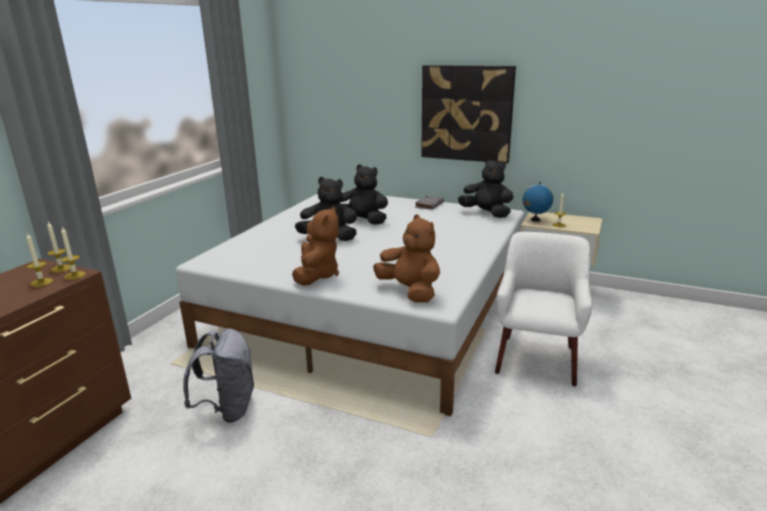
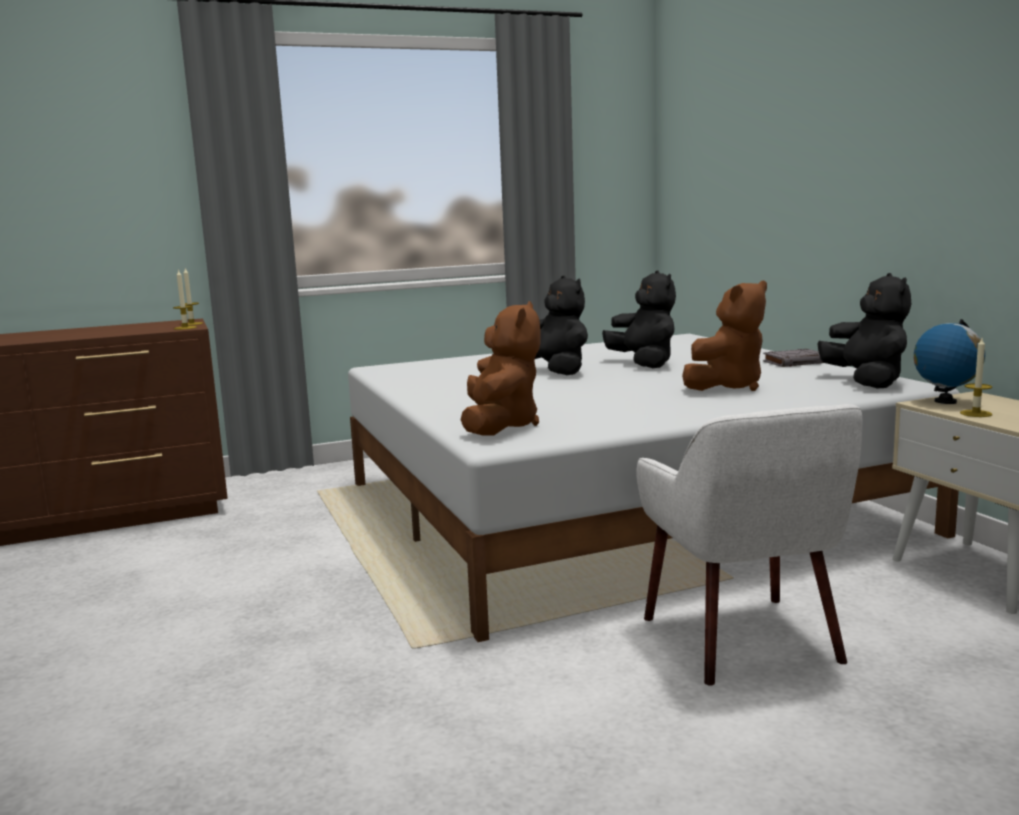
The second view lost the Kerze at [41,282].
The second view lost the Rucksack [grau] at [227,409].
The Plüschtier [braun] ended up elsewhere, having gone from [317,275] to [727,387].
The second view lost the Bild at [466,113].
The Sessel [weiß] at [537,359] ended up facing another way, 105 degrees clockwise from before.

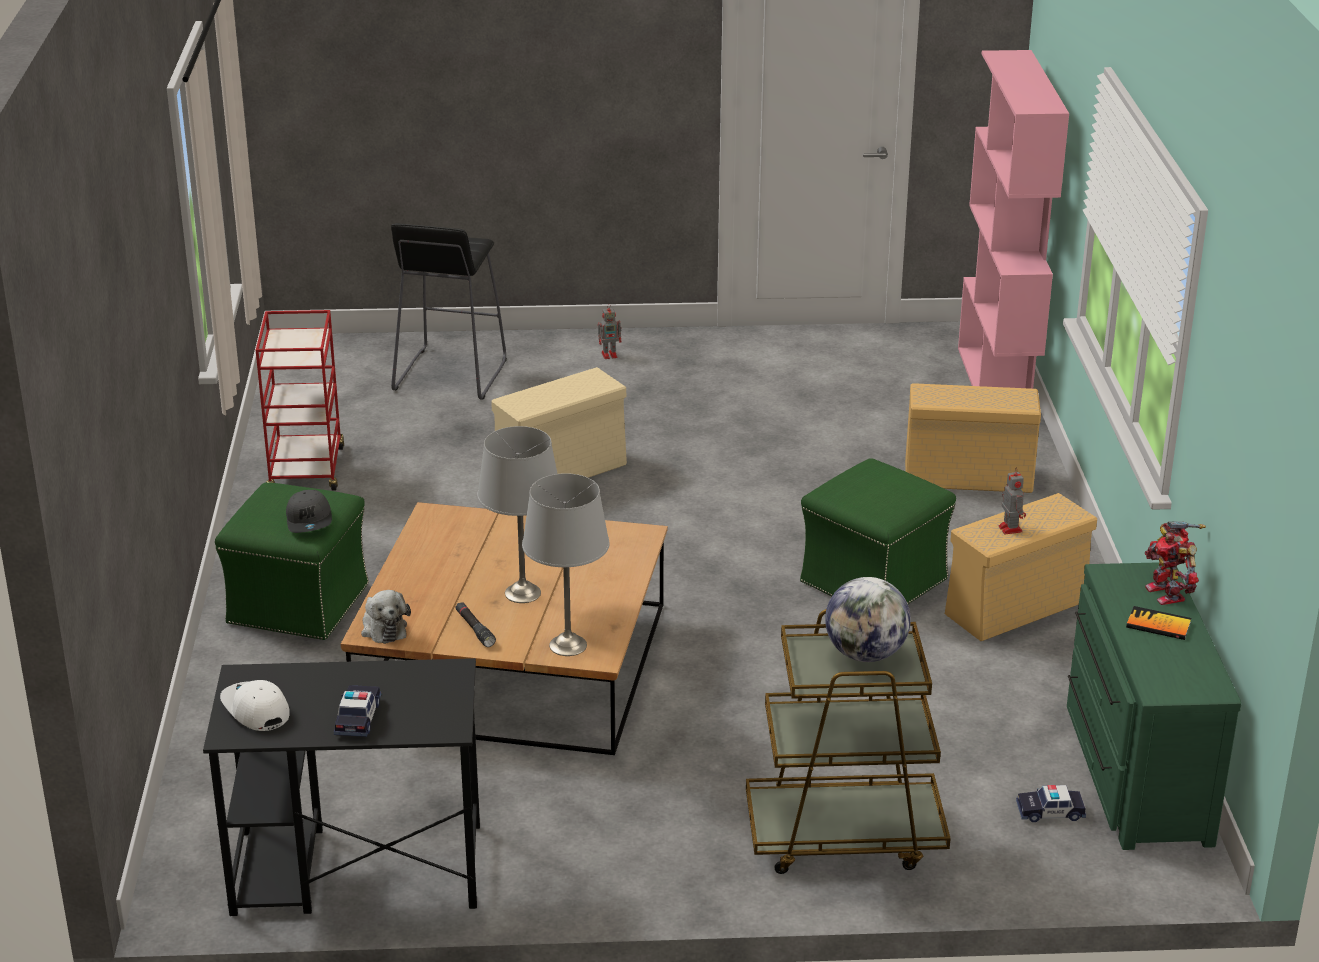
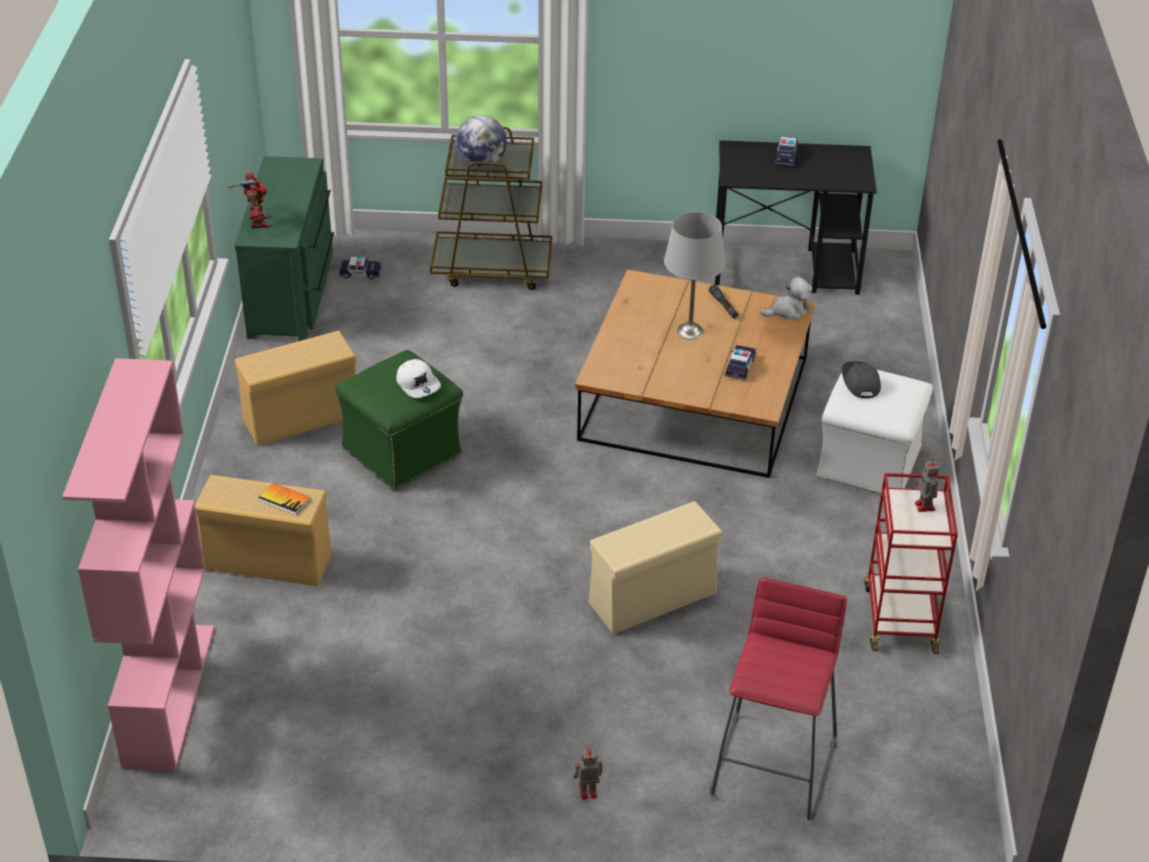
What was the Polsterhocker [grün] at [299,603] turned into the Polsterhocker [weiß] at [868,463].
The Kappe [weiß] ended up elsewhere, having gone from [255,710] to [418,384].
The Plüschtier at [383,628] ended up facing another way, 90 degrees clockwise from before.
What was the Hocker [schwarz] at [449,375] turned into the Hocker [rot] at [774,766].
The second view lost the Tischlampe [grau] at [567,645].
The Spielzeugroboter ended up elsewhere, having gone from [1010,528] to [925,507].
The Buch ended up elsewhere, having gone from [1158,625] to [284,500].
The second view gained the Spielzeugauto at [740,366].

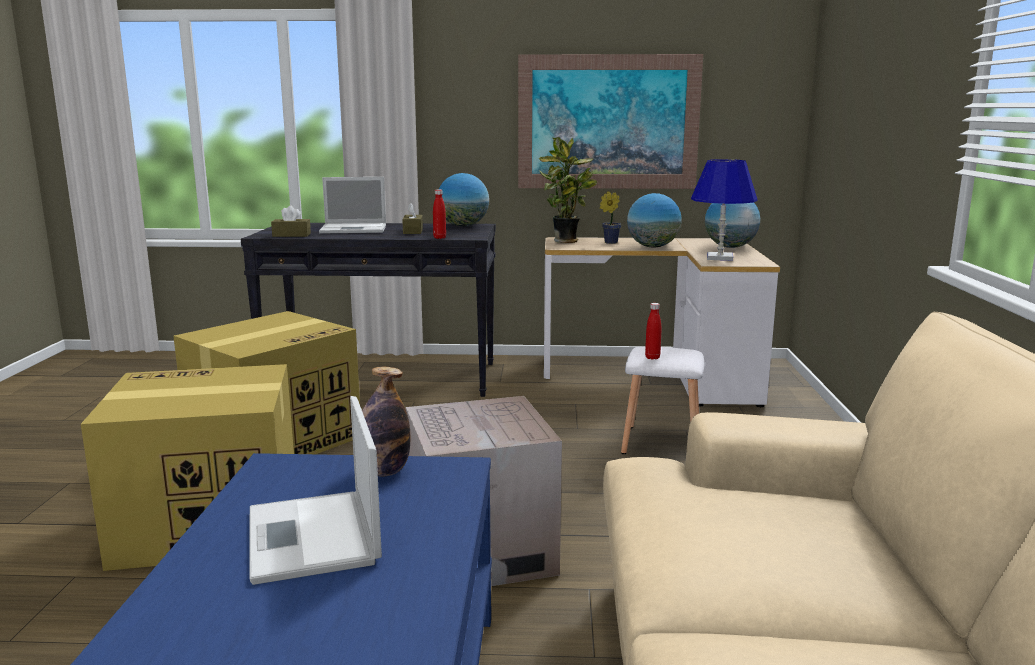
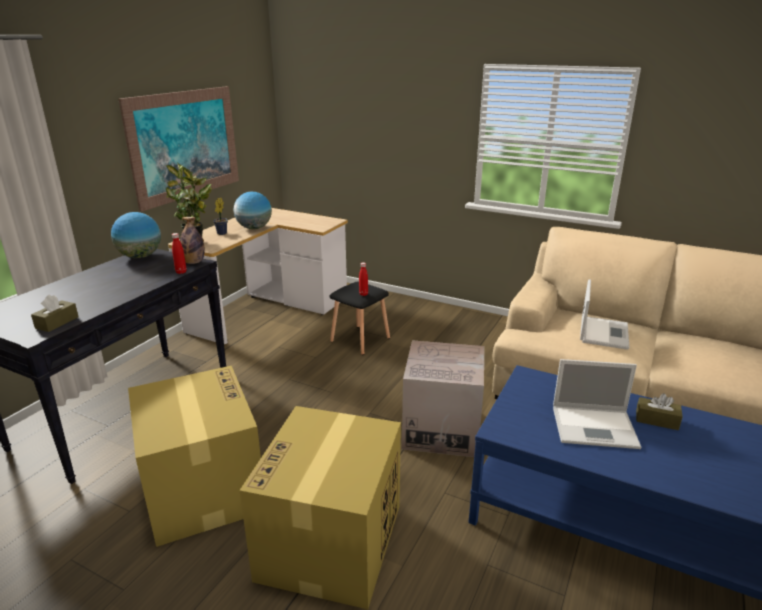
The Laptop ended up elsewhere, having gone from [355,229] to [603,332].
The Flasche ended up elsewhere, having gone from [383,472] to [193,262].
The Taschentuchbox [braun] ended up elsewhere, having gone from [413,231] to [656,420].
What was the Hocker [weiß] at [660,443] turned into the Hocker [schwarz] at [360,340].
The second view lost the Tischlampe [blau] at [719,258].
The second view lost the Globus at [730,247].

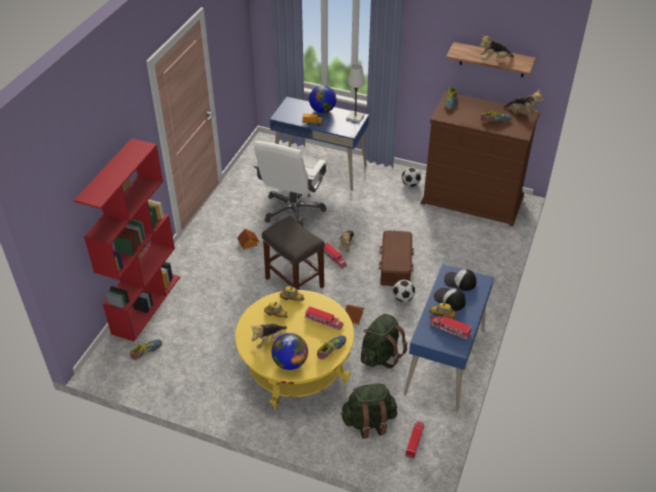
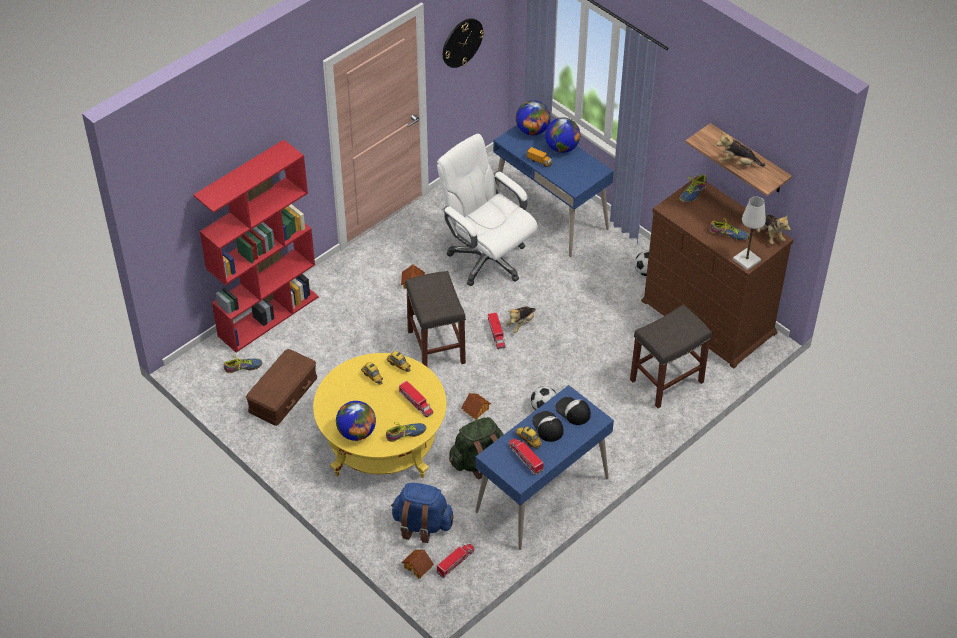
The second view lost the Plüschtier at [268,340].
The Bürostuhl [weiß] at [293,210] ended up facing another way, 90 degrees clockwise from before.
What was the Rucksack [grün] at [368,422] turned into the Rucksack [blau] at [422,525].
The Tischlampe [weiß] ended up elsewhere, having gone from [355,117] to [746,260].
The Aufbewahrungsbox [braun] ended up elsewhere, having gone from [395,264] to [282,393].
The second view gained the Spielzeughaus at [418,567].
The second view gained the Wanduhr at [462,42].
The second view gained the Globus at [532,130].
The second view gained the Hocker [grau] at [666,382].

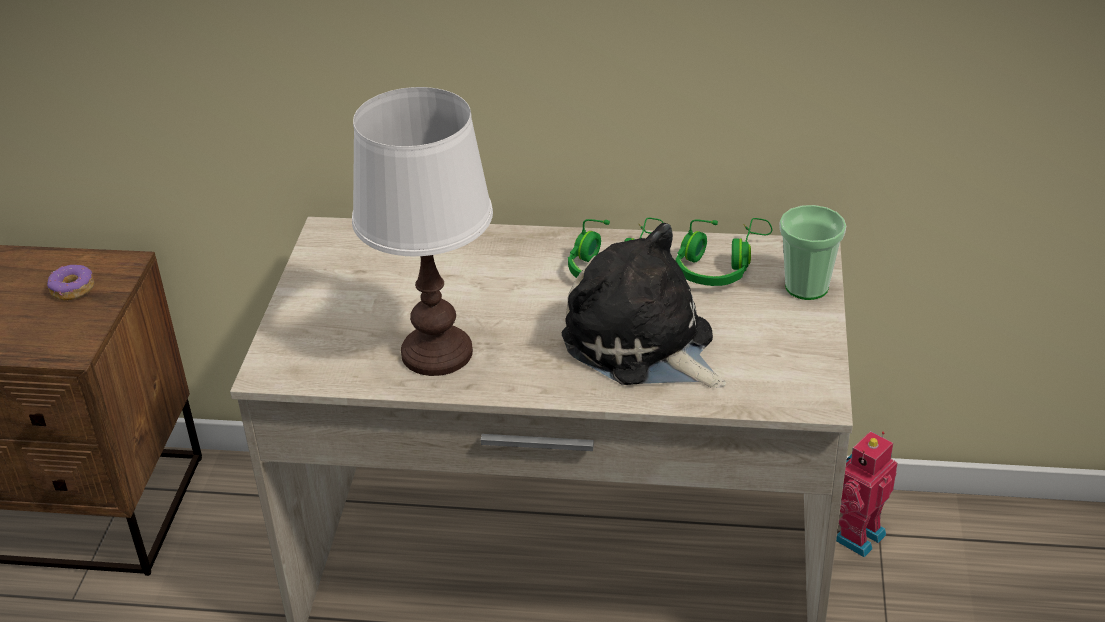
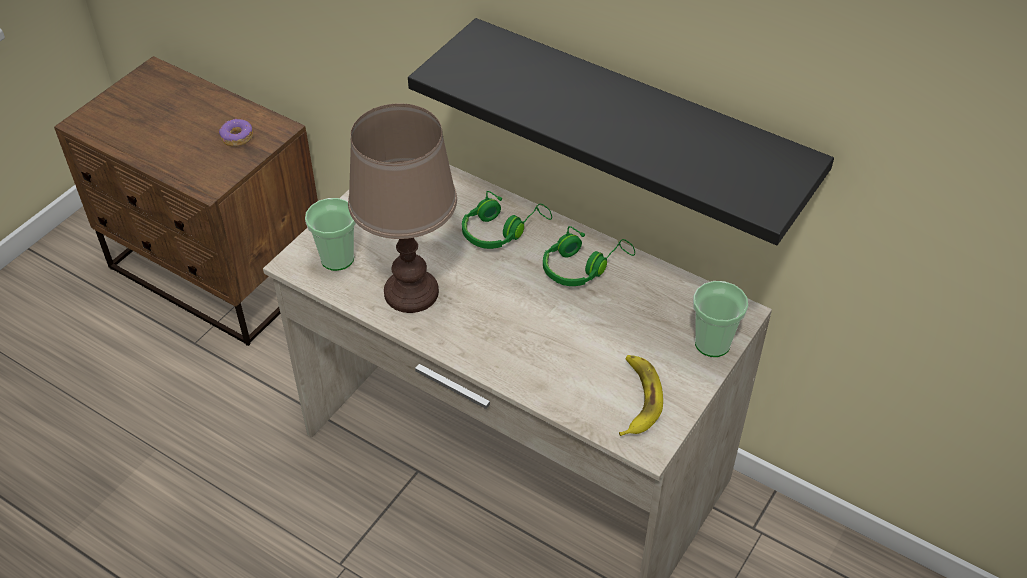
What was the Tischlampe [weiß] at [436,352] turned into the Tischlampe [braun] at [411,292].
The second view lost the Plüschtier at [643,345].
The Kopfhörer [grün] ended up elsewhere, having gone from [720,265] to [502,230].
The second view lost the Spielzeugroboter at [856,535].
The second view gained the Tasse at [337,258].
The second view gained the Wandregal [schwarz] at [639,124].
The second view gained the Banane at [637,398].

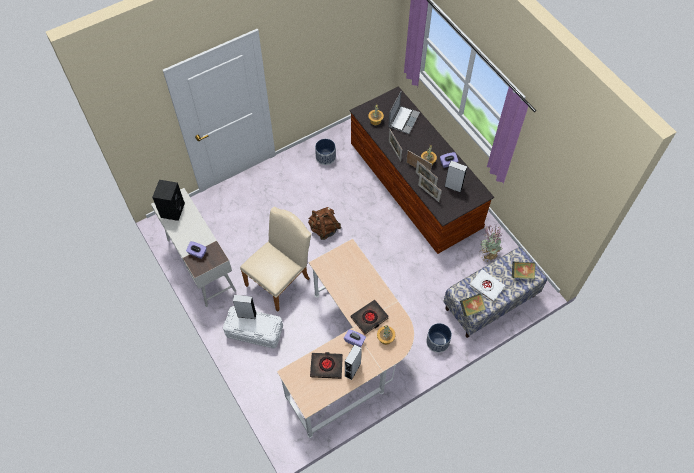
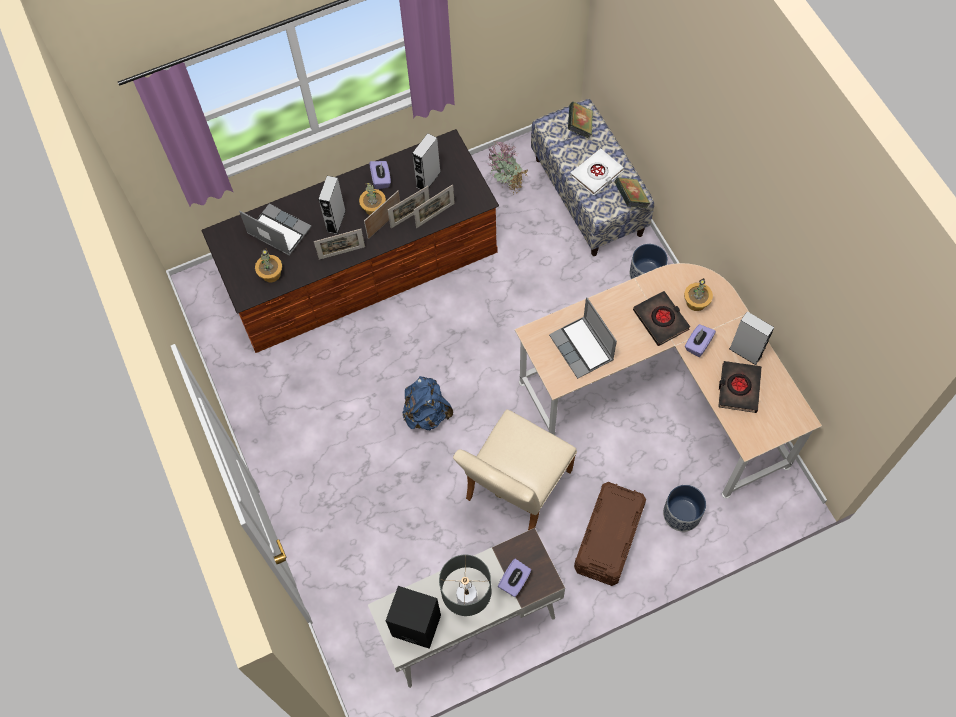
What was the Aufbewahrungsbox [weiß] at [254,331] turned into the Aufbewahrungsbox [braun] at [608,539].
The Lautsprecher [grau] ended up elsewhere, having gone from [246,314] to [336,221].
The Stuhl [beige] at [280,279] ended up facing another way, 105 degrees counterclockwise from before.
What was the Rucksack [braun] at [324,229] turned into the Rucksack [blau] at [427,413].
The Pflanzkübel ended up elsewhere, having gone from [325,157] to [681,513].
The second view gained the Tischlampe [grau] at [467,603].
The second view gained the Laptop at [582,348].

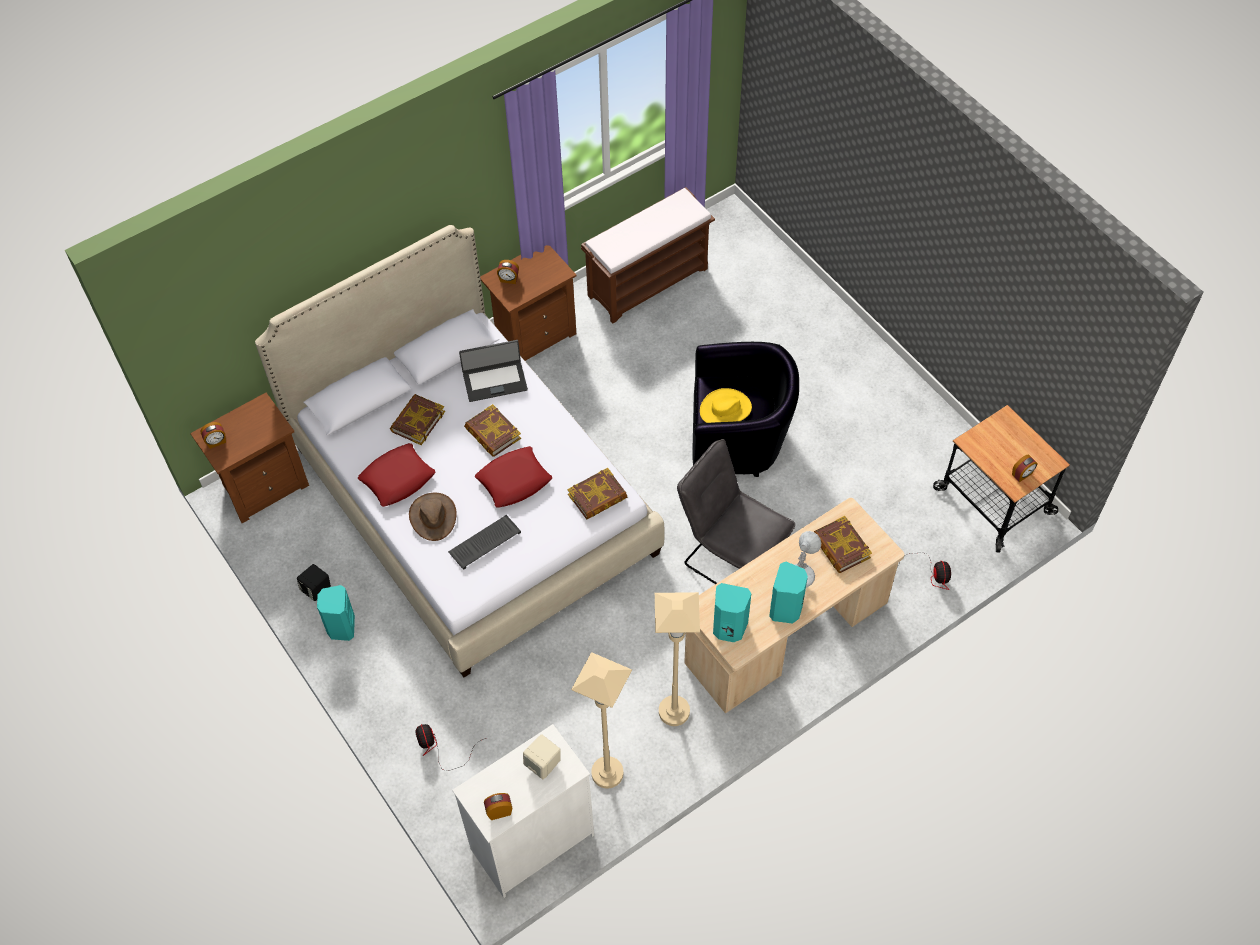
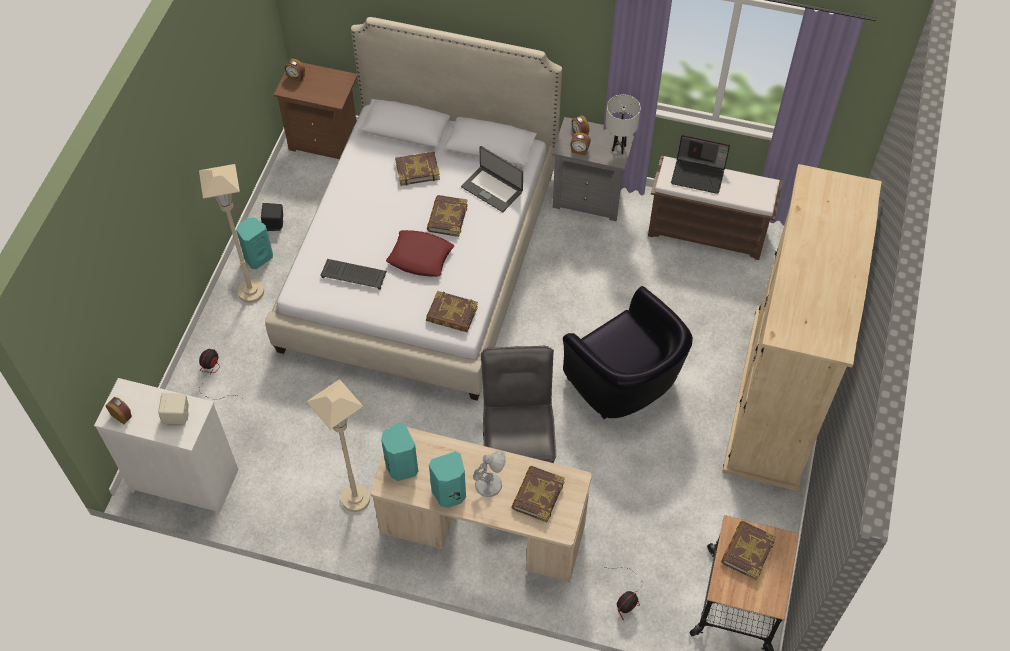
The second view lost the Kissen [rot] at [397,478].
The second view lost the Hut [braun] at [433,517].
What was the Nachttisch [braun] at [534,334] turned into the Nachttisch [grau] at [590,197].
The Stehlampe [beige] ended up elsewhere, having gone from [607,773] to [251,292].
The second view lost the Hut [gelb] at [725,409].
The Wecker ended up elsewhere, having gone from [1022,474] to [579,151].
The second view gained the Tischlampe [weiß] at [619,148].
The second view gained the Laptop at [699,174].
The second view gained the Buch at [747,551].
The second view gained the Kleiderschrank [beige] at [776,396].

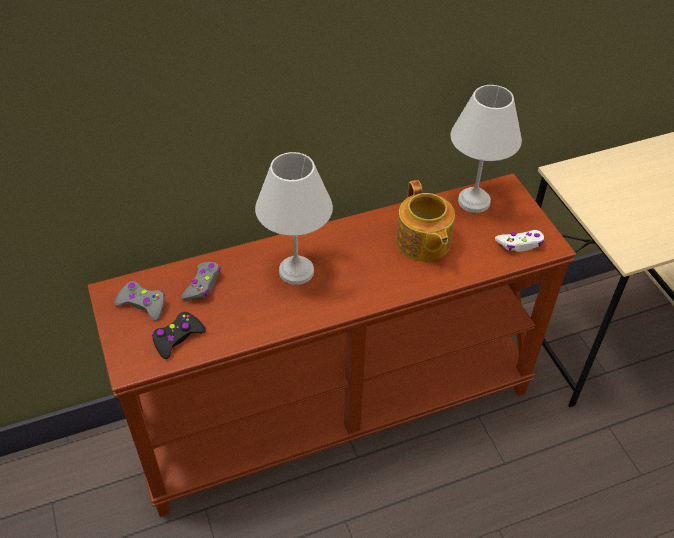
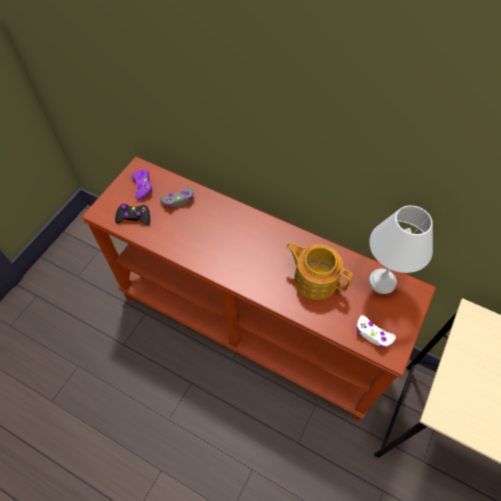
What was the Gamepad [grau] at [142,304] turned into the Gamepad [lila] at [142,186].
The second view lost the Tischlampe [weiß] at [297,272].
The Teekanne at [422,243] ended up facing another way, 90 degrees clockwise from before.

